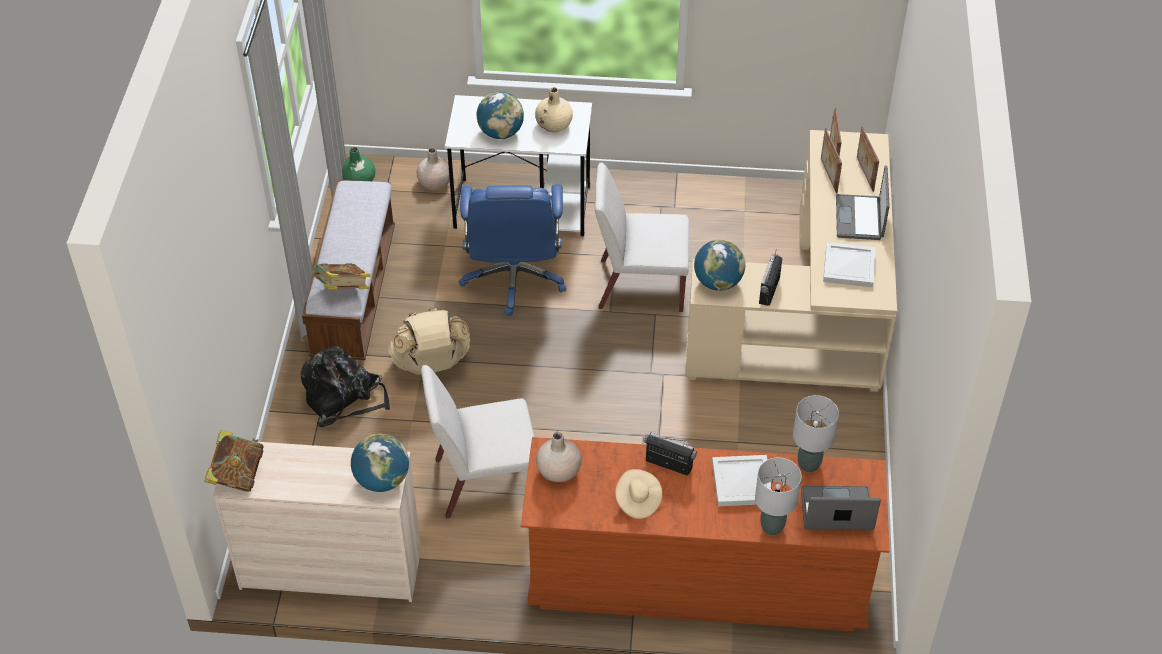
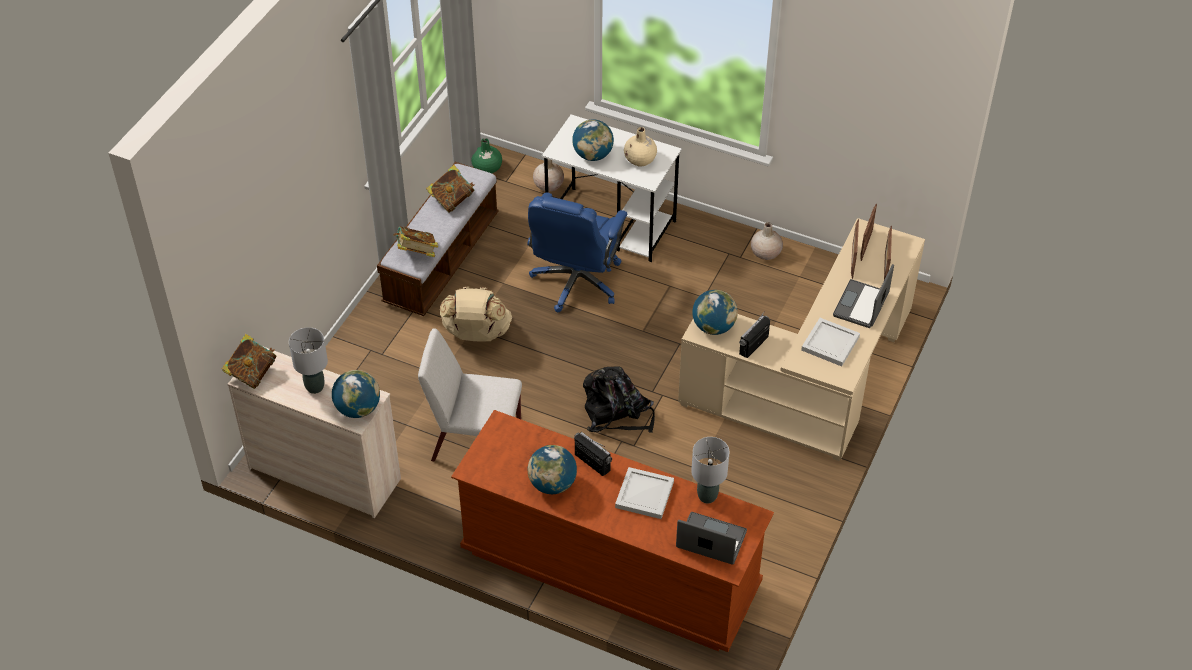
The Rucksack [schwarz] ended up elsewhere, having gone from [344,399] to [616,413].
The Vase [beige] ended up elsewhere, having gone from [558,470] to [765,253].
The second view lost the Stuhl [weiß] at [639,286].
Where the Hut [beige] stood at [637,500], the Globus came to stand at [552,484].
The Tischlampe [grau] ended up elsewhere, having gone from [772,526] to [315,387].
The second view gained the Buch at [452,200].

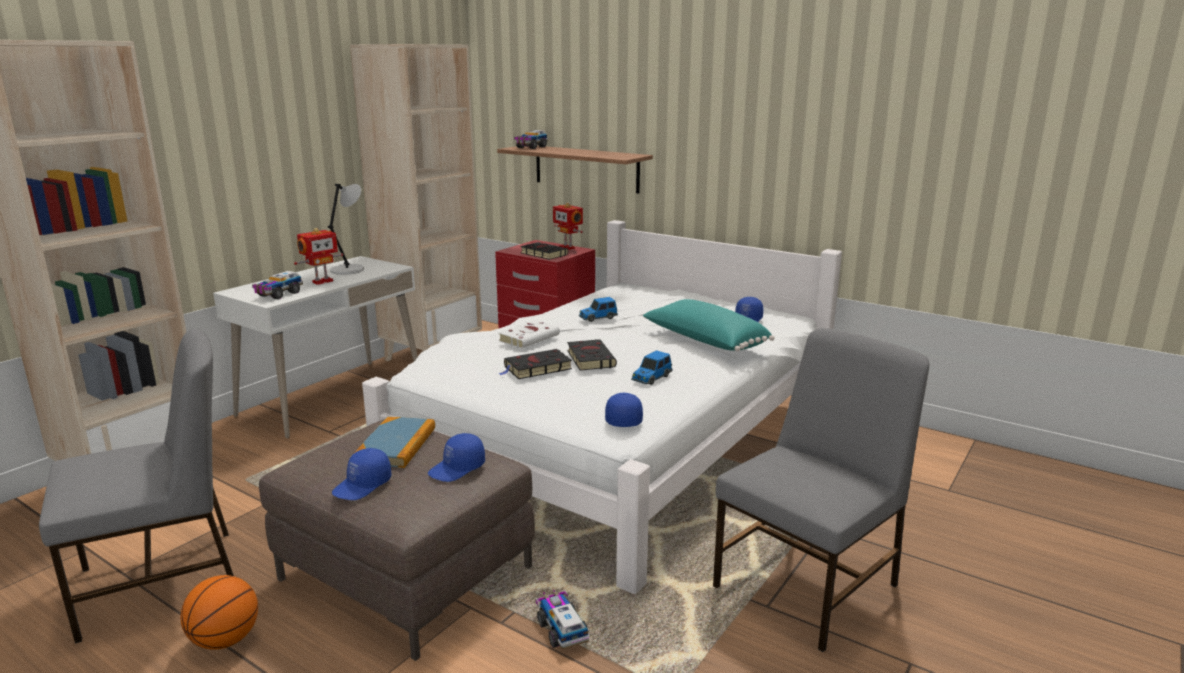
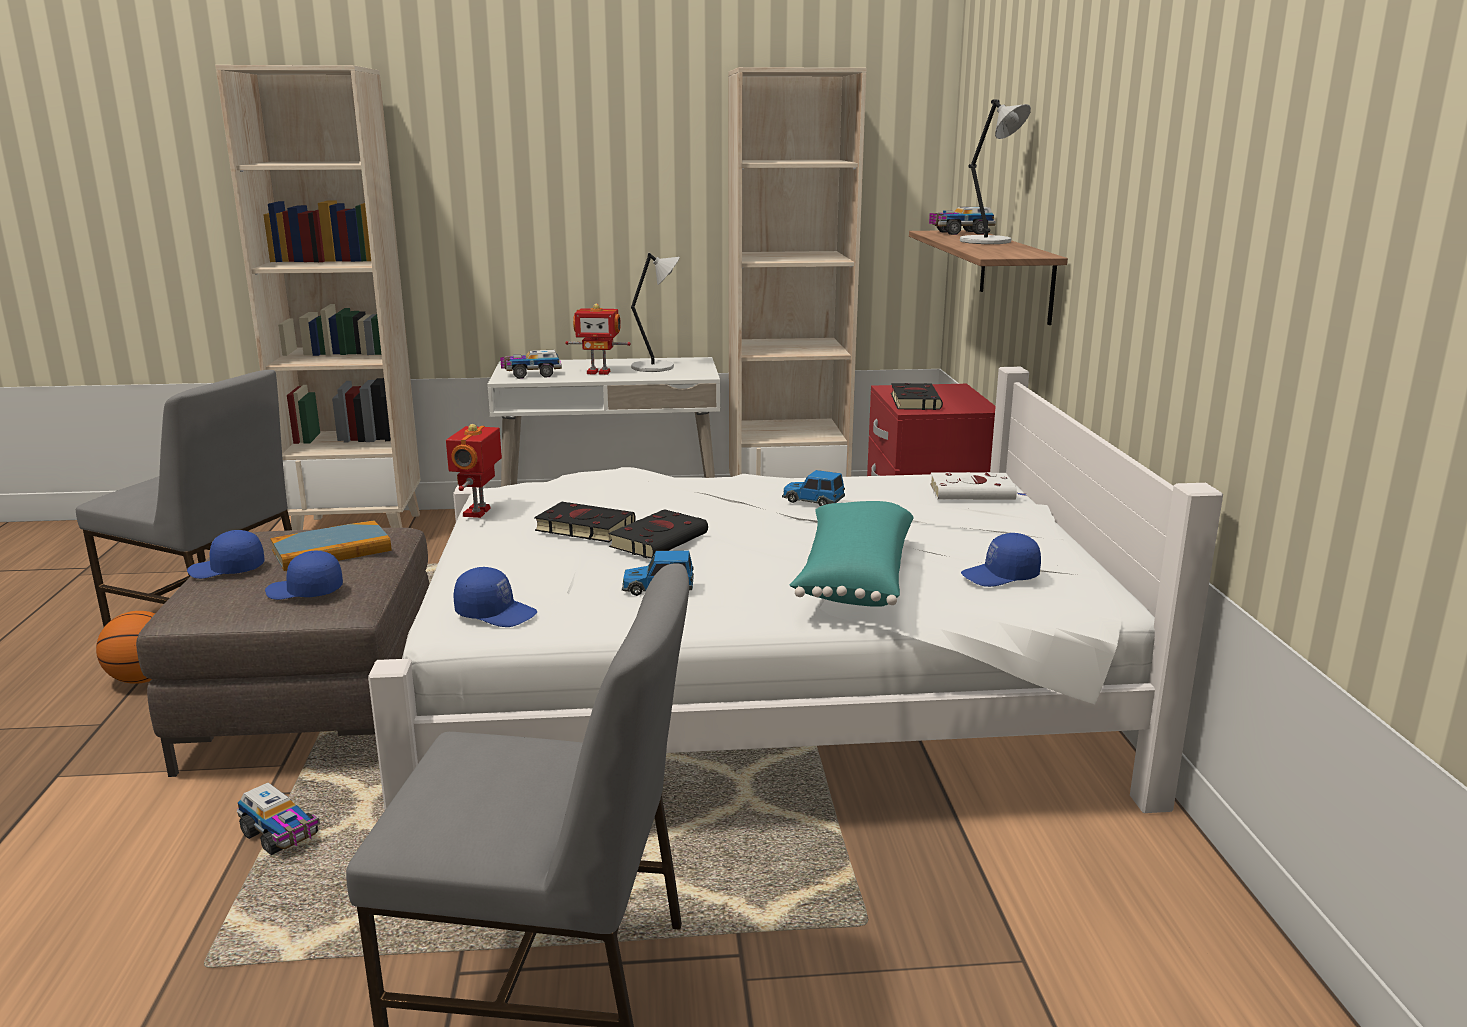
The Buch [weiß] ended up elsewhere, having gone from [530,337] to [974,492].
The Spielzeuglaster at [561,629] ended up facing another way, 105 degrees clockwise from before.
The Spielzeugroboter ended up elsewhere, having gone from [567,247] to [479,512].
The Kappe [blau] at [622,419] ended up facing another way, 60 degrees clockwise from before.
The second view gained the Tischlampe [grau] at [988,242].

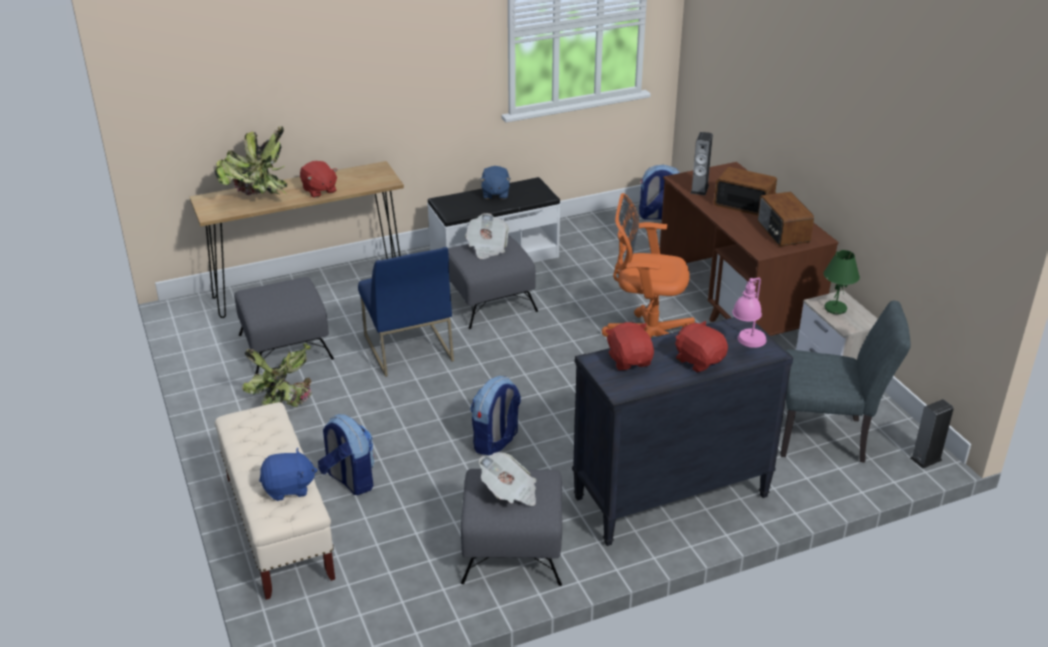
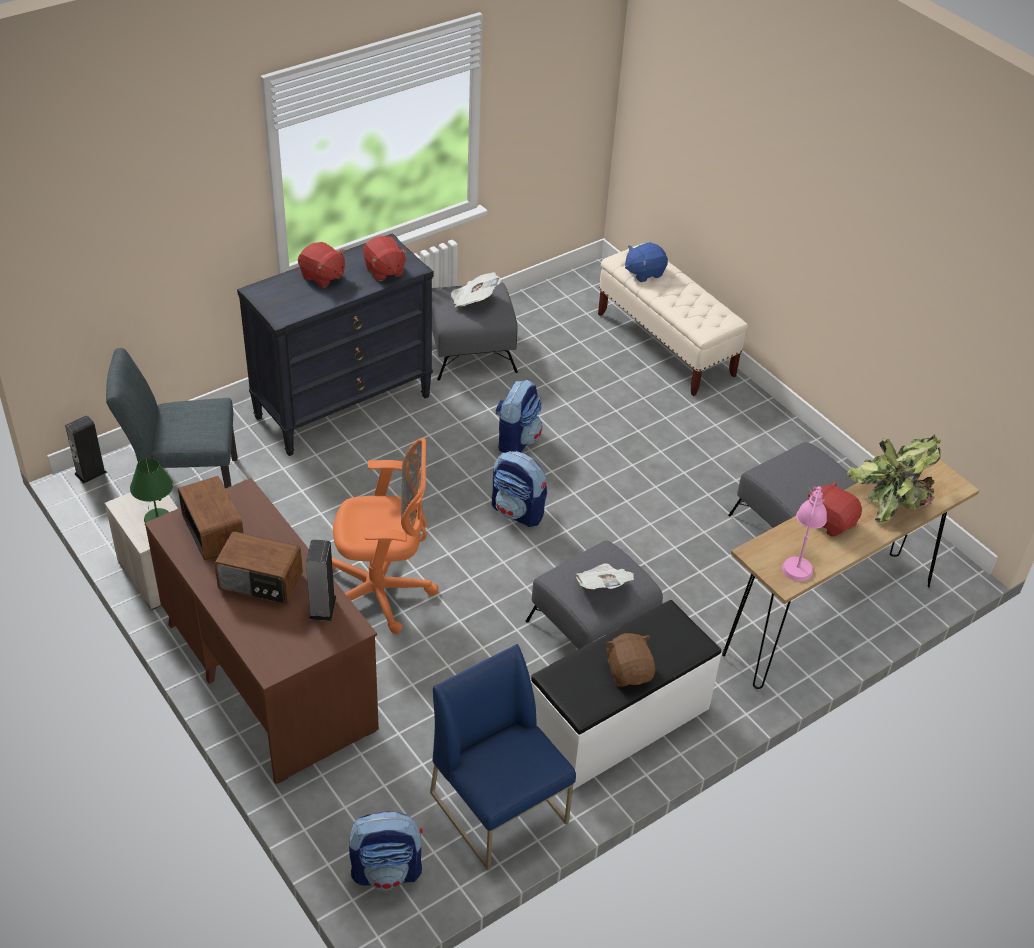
The second view lost the Topfpflanze at [285,401].
The Rucksack ended up elsewhere, having gone from [349,480] to [518,511].
The Stuhl [blau] ended up elsewhere, having gone from [407,347] to [500,808].
What was the Plüschtier [blau] at [495,194] turned into the Plüschtier [braun] at [629,672].
The Tischlampe [rosa] ended up elsewhere, having gone from [747,345] to [799,560].

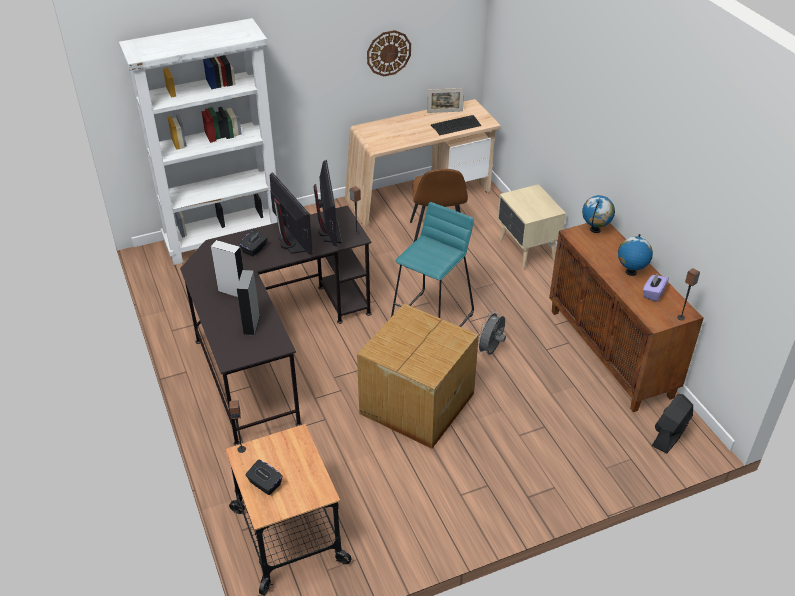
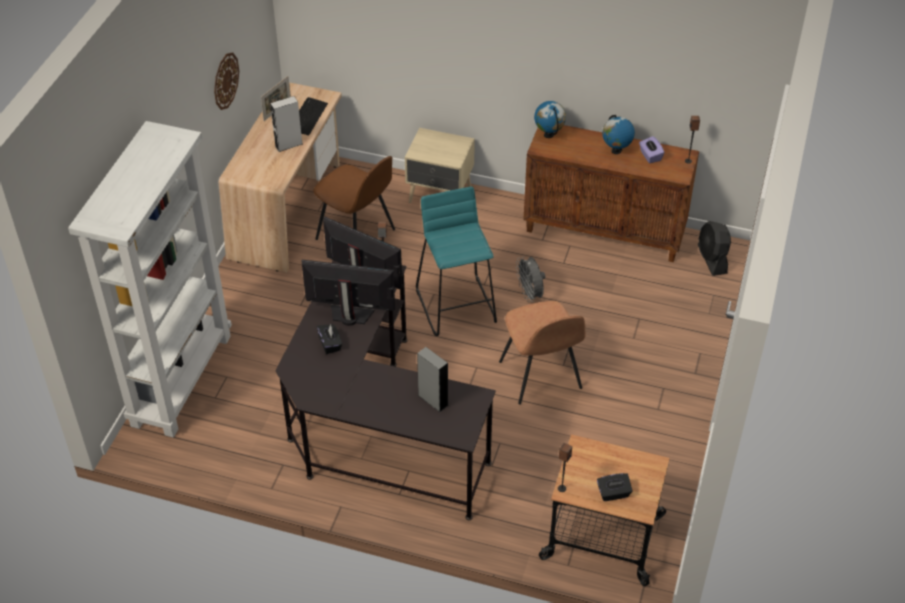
The Lautsprecher [grau] ended up elsewhere, having gone from [232,291] to [288,145].
Where the Karton stood at [415,404], the Stuhl [braun] came to stand at [540,377].

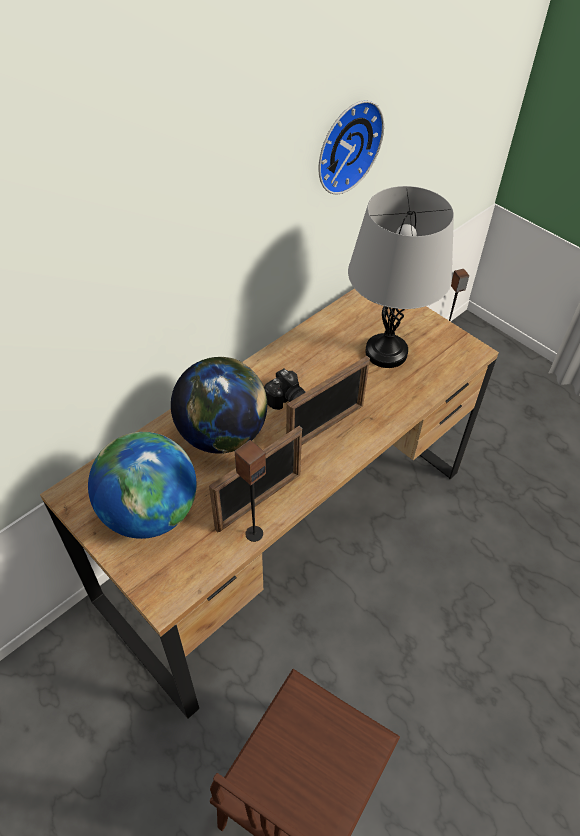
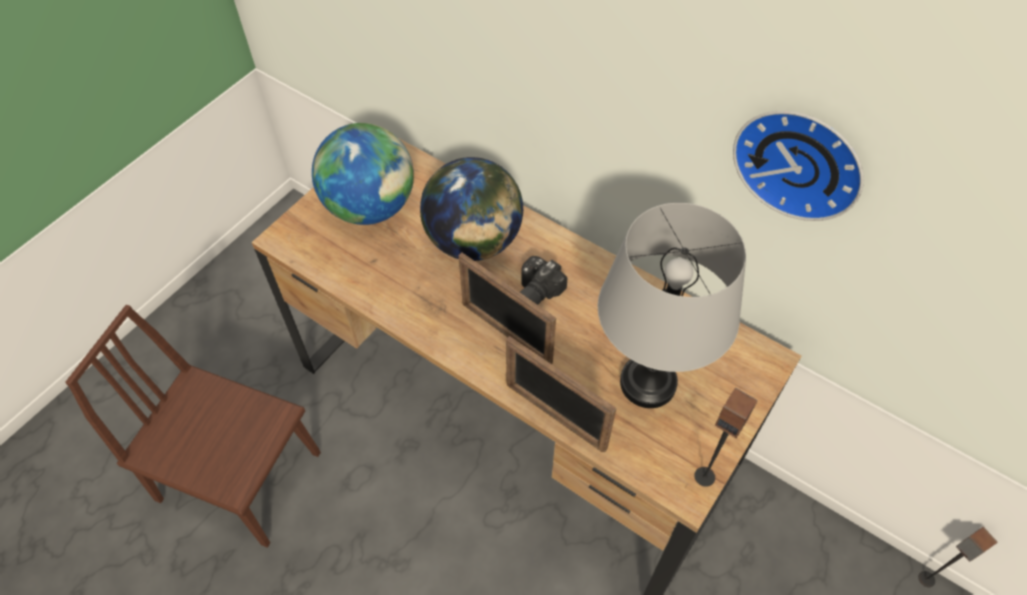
The Bilderrahmen ended up elsewhere, having gone from [259,501] to [555,416].
The Lautsprecher ended up elsewhere, having gone from [254,533] to [705,476].

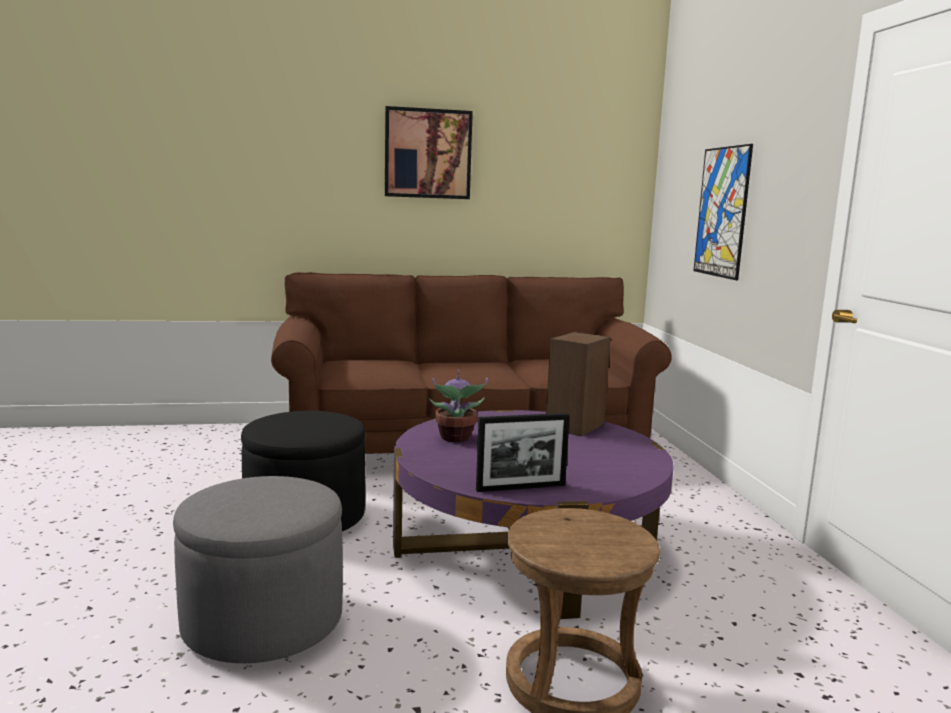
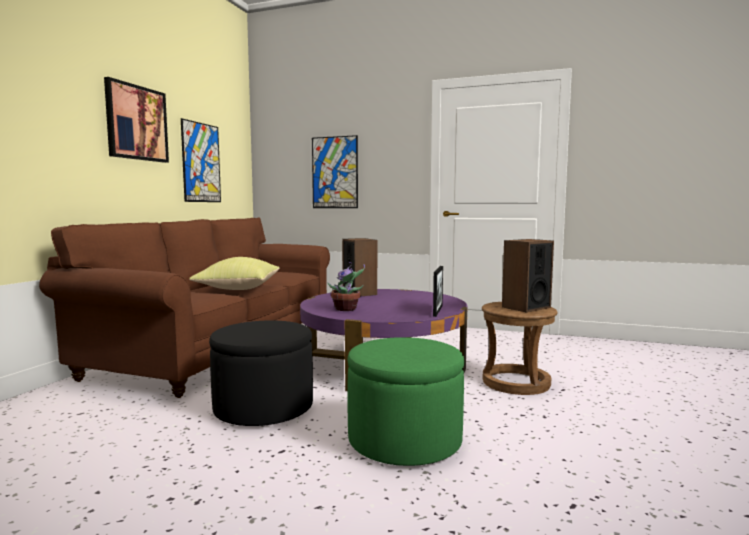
What was the Polsterhocker [grau] at [263,621] turned into the Polsterhocker [grün] at [404,440].
The second view gained the Bild at [201,162].
The second view gained the Kissen [gelb] at [238,289].
The second view gained the Lautsprecher at [525,307].

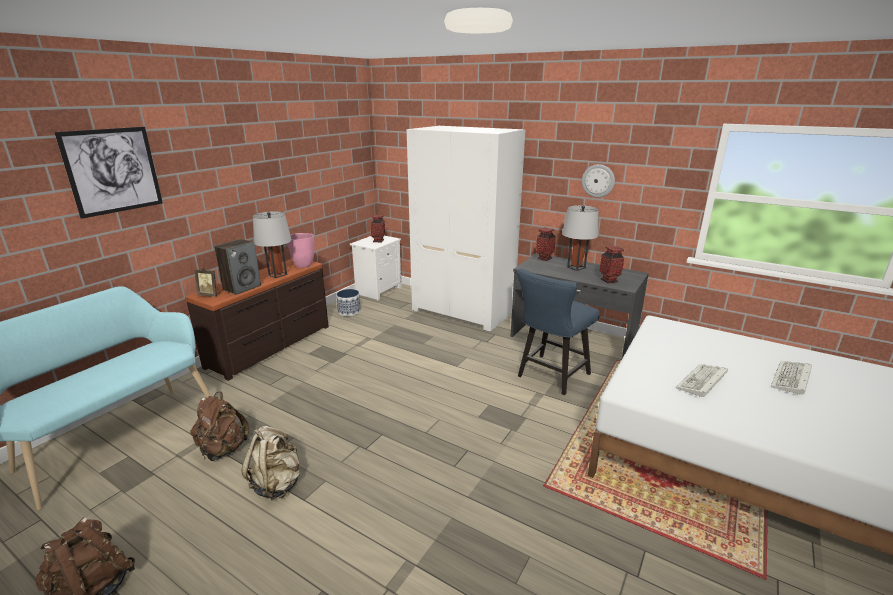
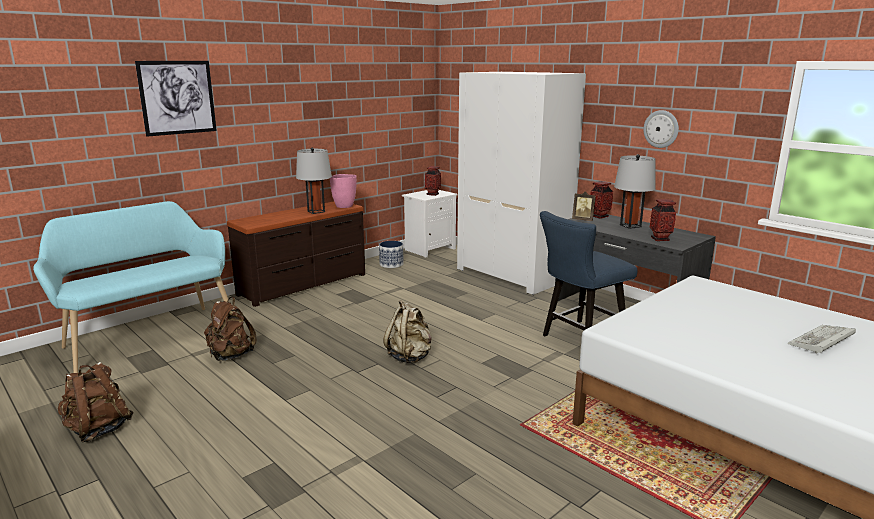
The Bilderrahmen ended up elsewhere, having gone from [210,295] to [583,220].
The second view lost the Lautsprecher at [242,287].
The Rucksack [beige] ended up elsewhere, having gone from [277,484] to [410,357].
The second view lost the Tastatur at [702,382].

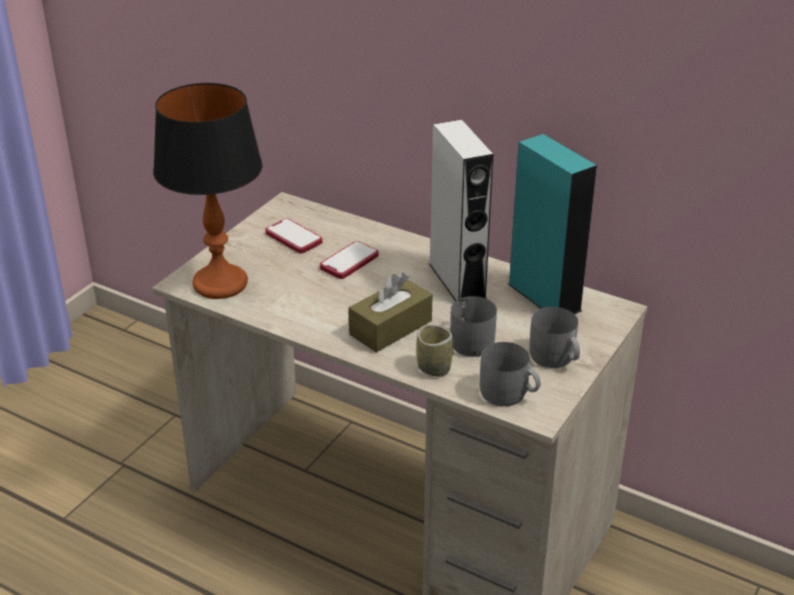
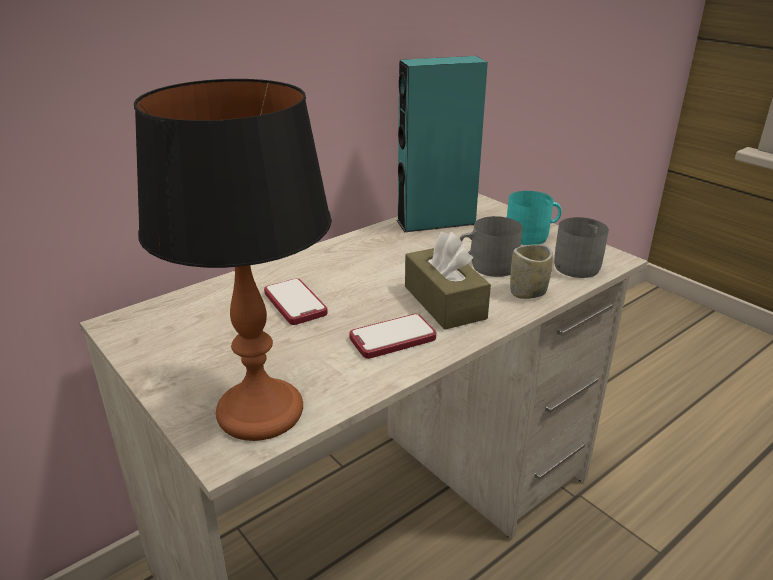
The Handy ended up elsewhere, having gone from [293,238] to [392,338].
The second view lost the Lautsprecher [grau] at [457,280].
What was the Henkelbecher [grau] at [555,358] turned into the Henkelbecher [türkis] at [532,236].

